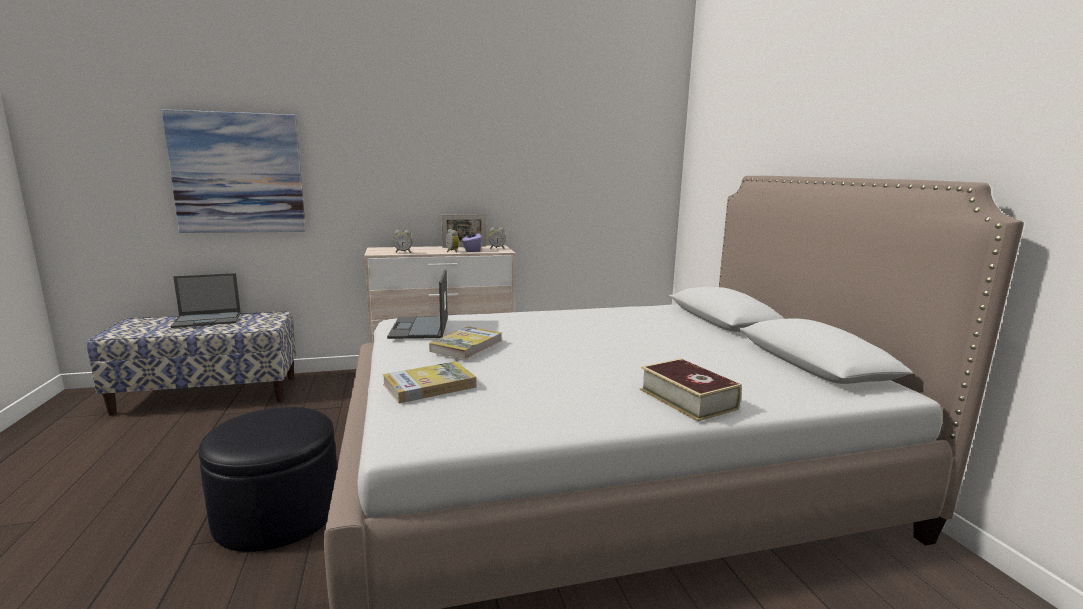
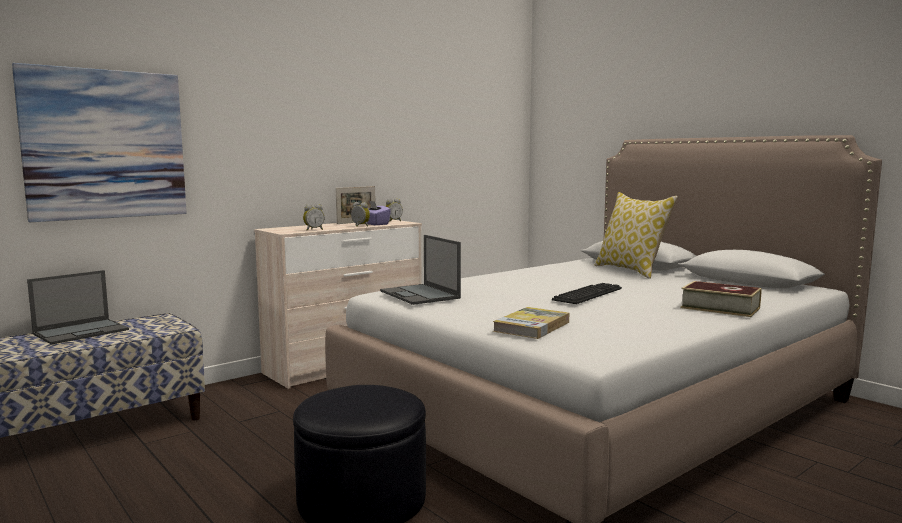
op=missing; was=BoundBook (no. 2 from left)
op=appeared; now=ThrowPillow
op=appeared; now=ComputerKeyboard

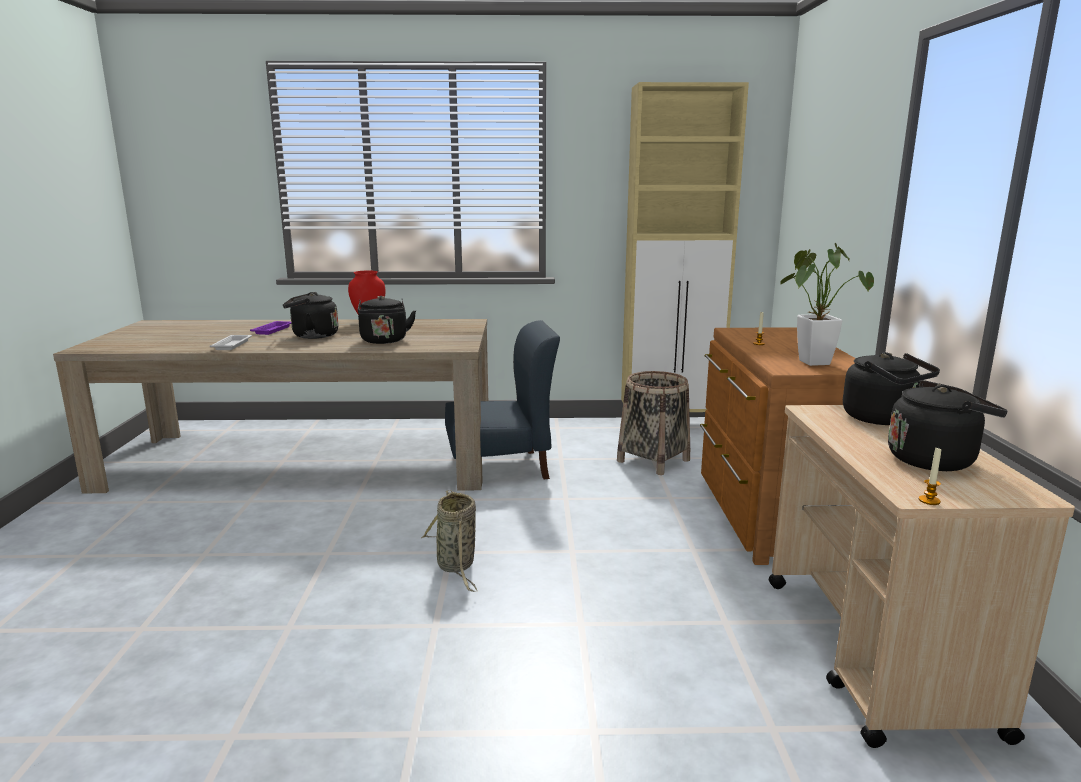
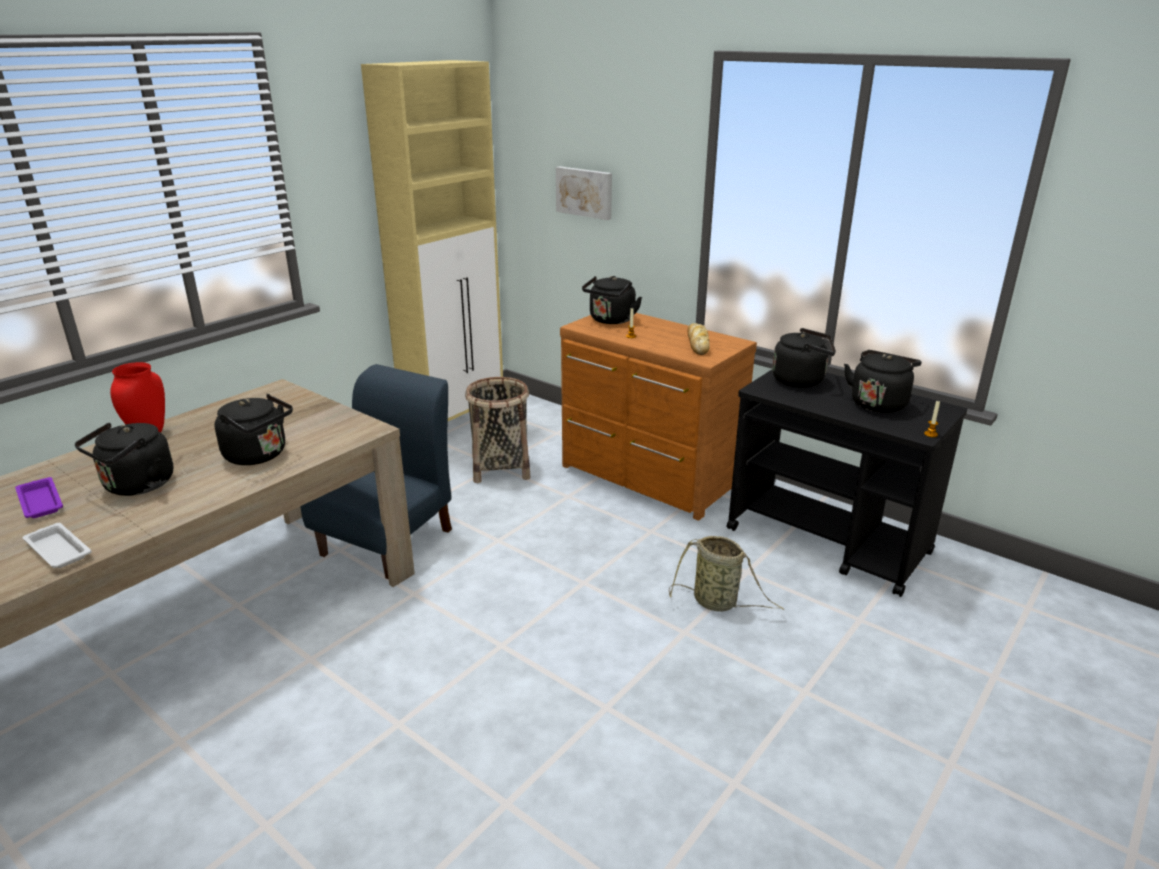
op=exchanged; was=Houseplant; now=BakedBread
op=colour; was=BeigeWheeledCart; now=BlackWheeledCart
op=relocated; was=StorageBasket (no. 1 from left in the first image); now=StorageBasket (no. 2 from left)
op=appeared; now=WallArt
op=appeared; now=BlackWaterKettle (no. 3 from left)

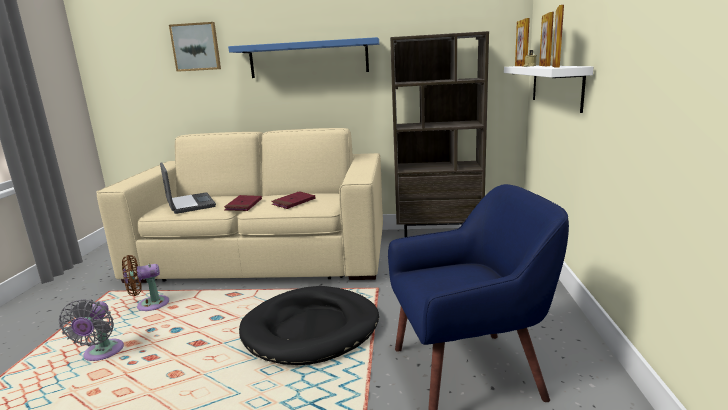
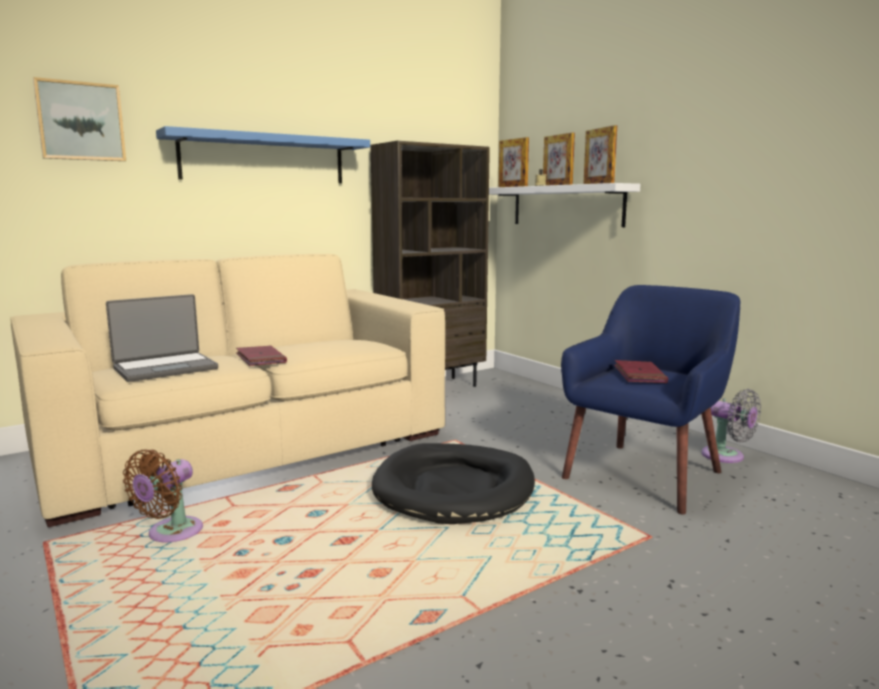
op=spun; was=NotebookComputer; clockwise=120
op=relocated; was=RedColouredBoundBook (no. 2 from left)
op=relocated; was=GreyElectricFan

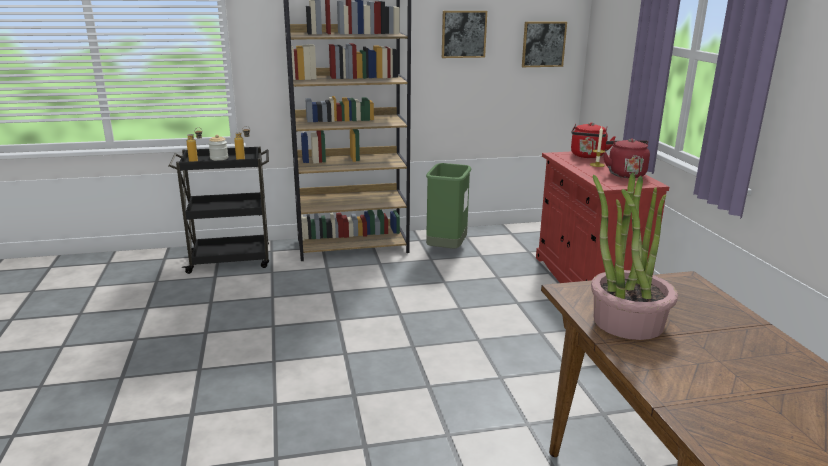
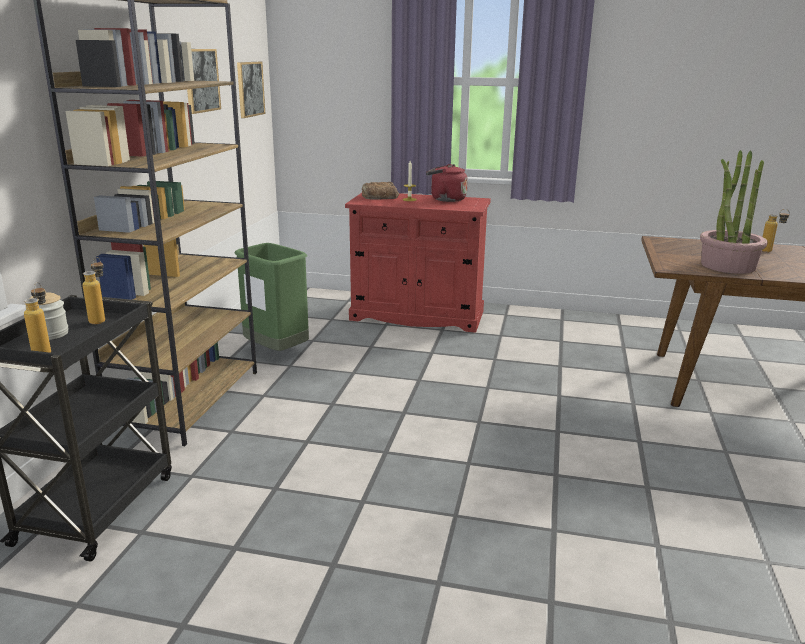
op=exchanged; was=RedColouredWaterKettle (no. 1 from left); now=BakedBread
op=appeared; now=BeverageBottle (no. 3 from left)

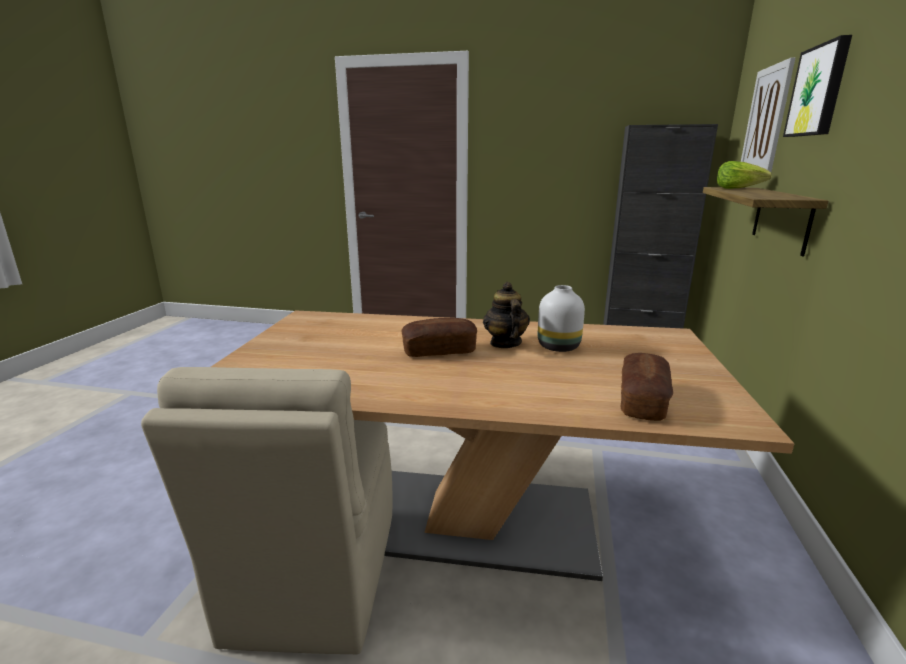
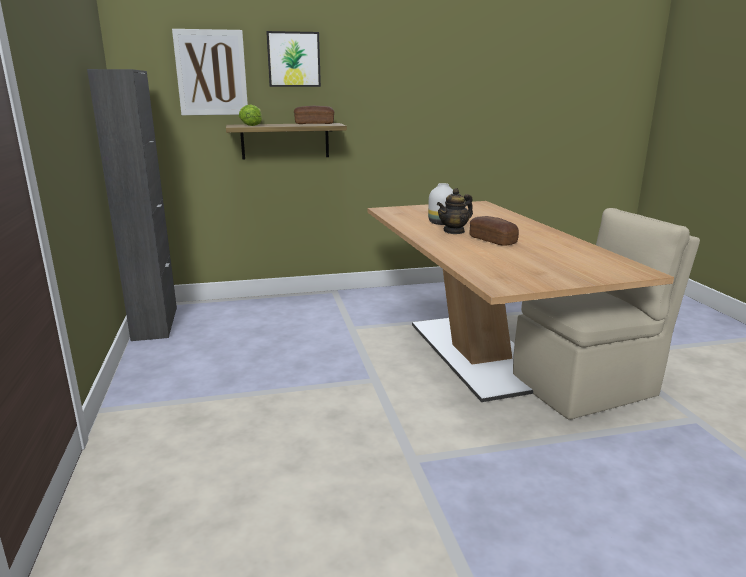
op=relocated; was=BakedBread (no. 2 from left in the first image); now=BakedBread (no. 1 from left)

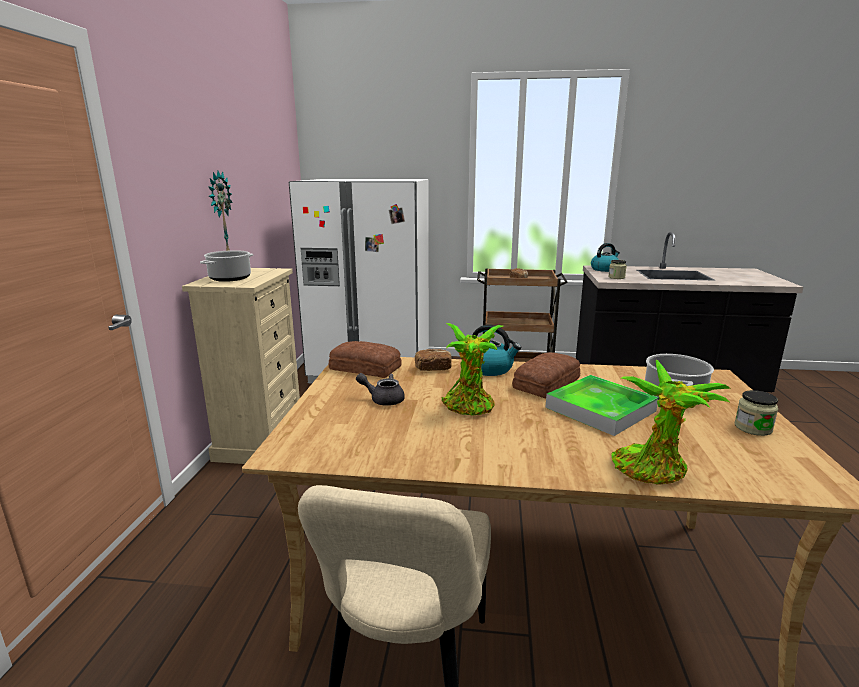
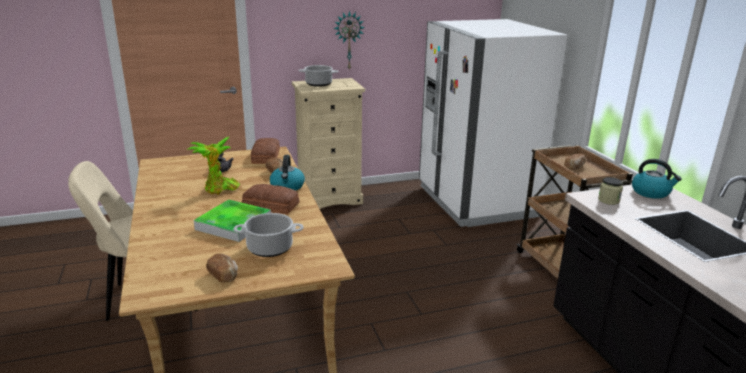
op=missing; was=Houseplant (no. 2 from left)
op=exchanged; was=PreserveJar (no. 2 from left); now=BakedBread (no. 1 from left)

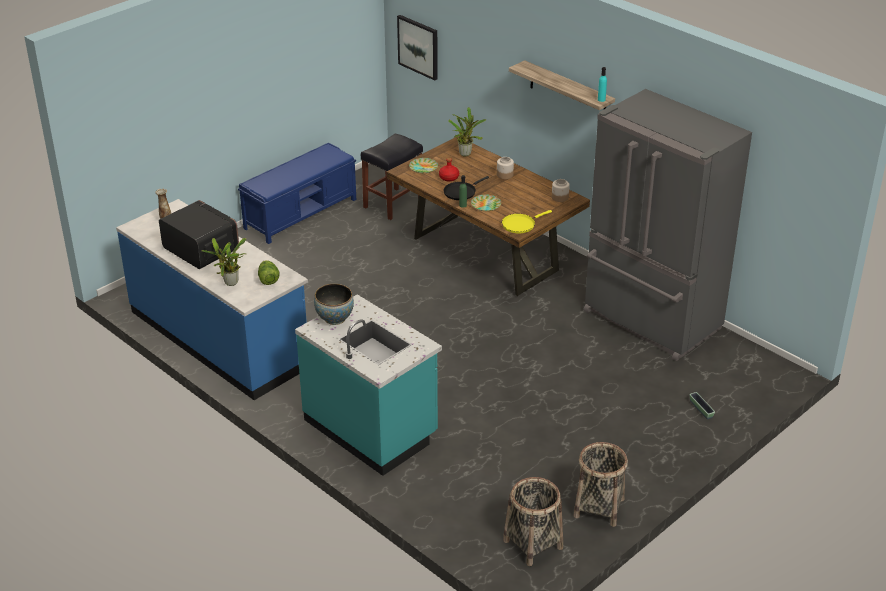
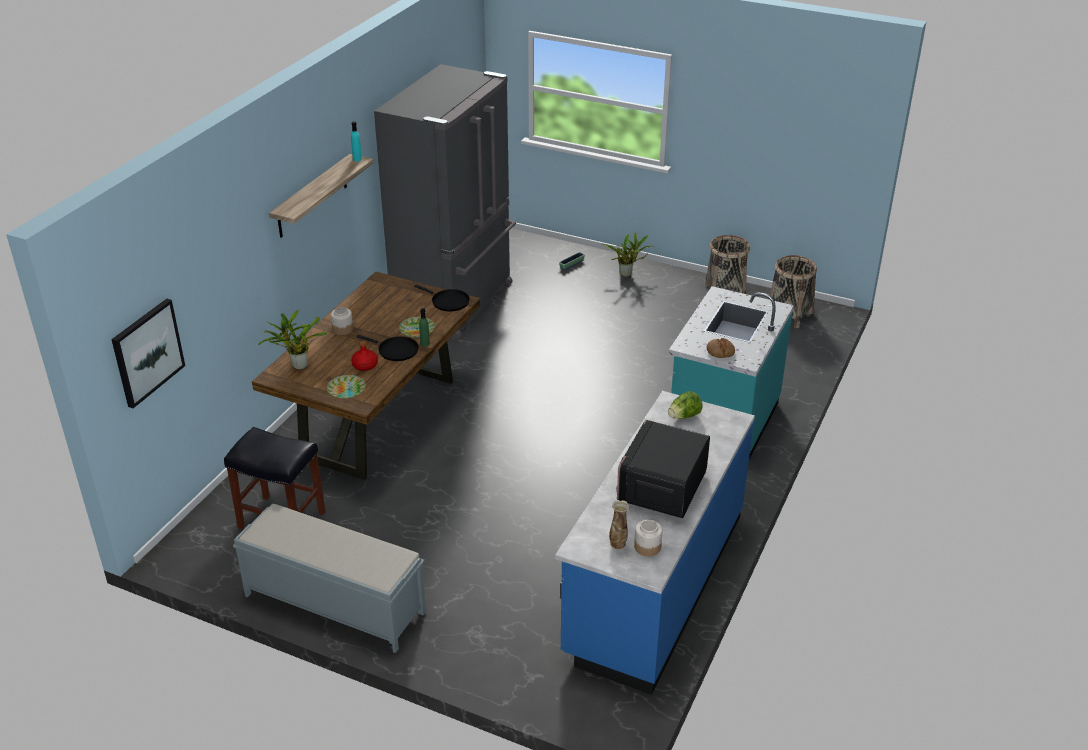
op=colour; was=BlueColouredLongSeat; now=GreyLongSeat
op=relocated; was=PreserveJar (no. 2 from left)
op=colour; was=YellowishFryingPan; now=BlackFryingPan (no. 2 from left)
op=relocated; was=Houseplant (no. 1 from left in the first image); now=Houseplant (no. 2 from left)
op=exchanged; was=DeepDish; now=BakedBread

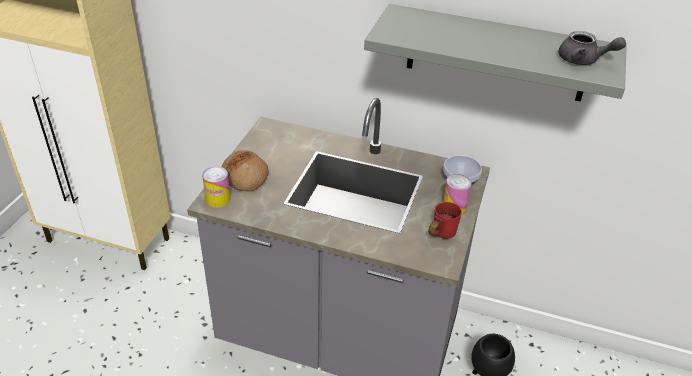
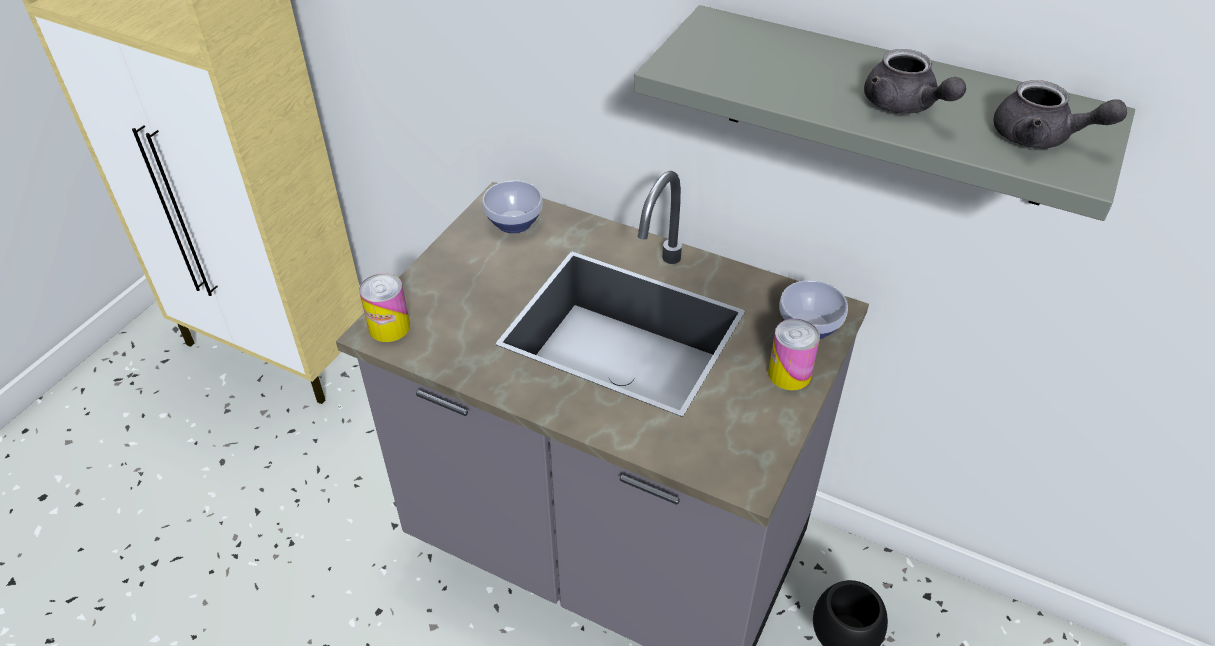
op=missing; was=BakedBread
op=missing; was=RedColouredMug
op=appeared; now=GreyTeapot (no. 1 from left)
op=appeared; now=DeepDish (no. 1 from left)

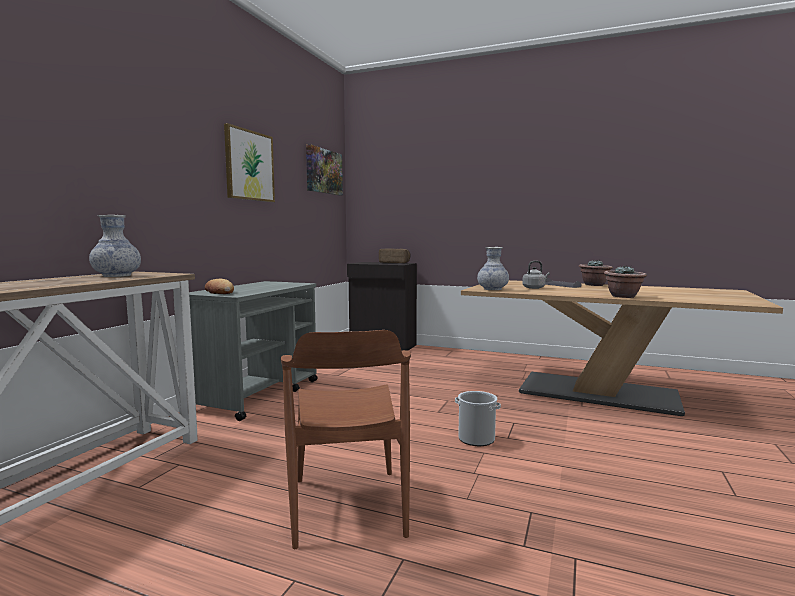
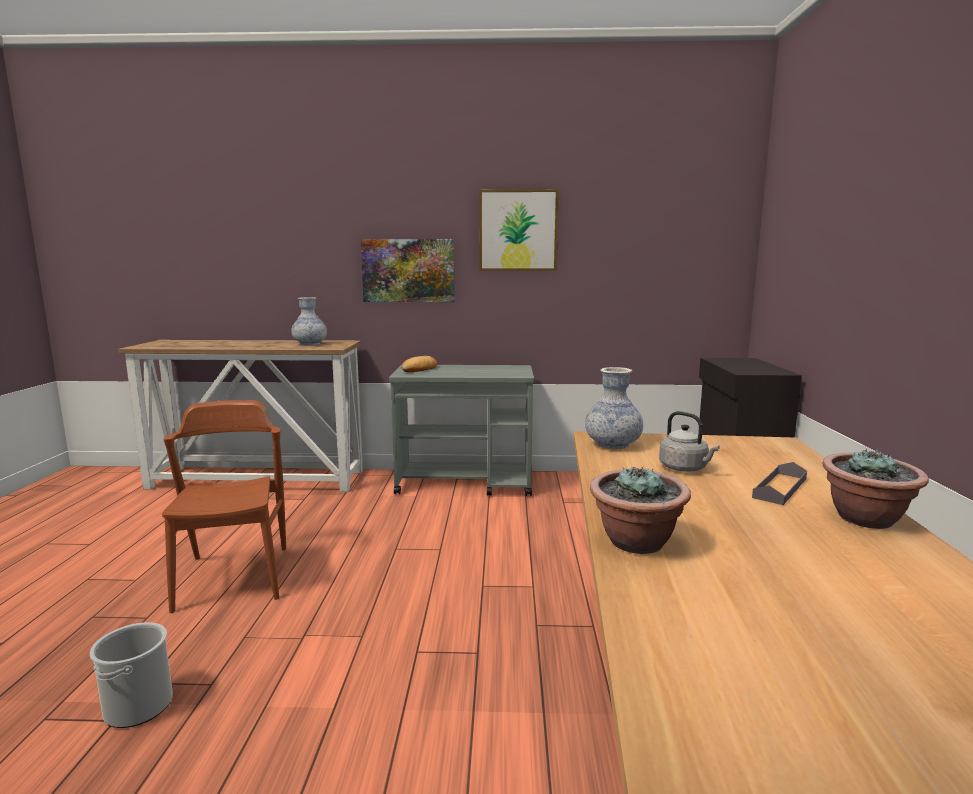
op=relocated; was=WallArt (no. 2 from left in the first image); now=WallArt (no. 1 from left)
op=missing; was=BakedBread (no. 2 from left)
op=spun; was=BrownishPlainChair; clockwise=105
op=relocated; was=WaterBucket

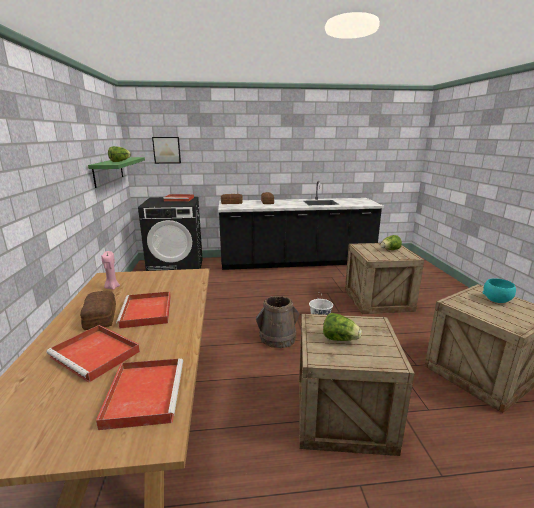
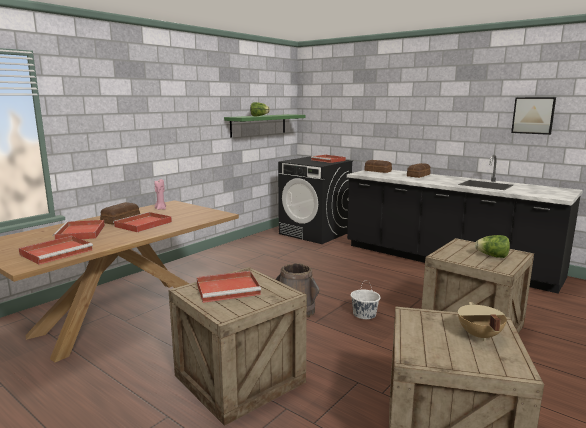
op=relocated; was=WallArt
op=exchanged; was=TurquoiseColouredDeepDish; now=BeigeSaucepot
op=exchanged; was=LettuceHead (no. 2 from left); now=RedColouredCarryingTray (no. 4 from left)

